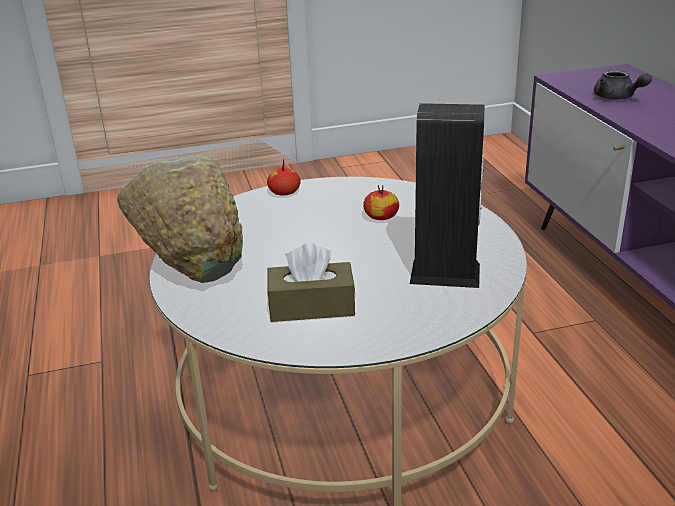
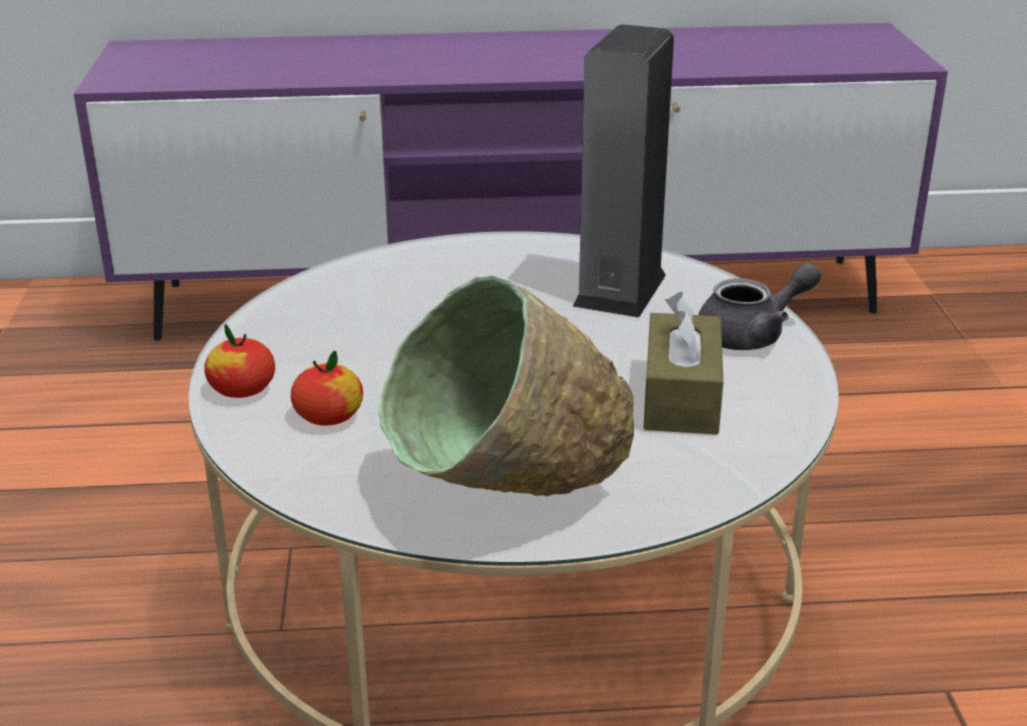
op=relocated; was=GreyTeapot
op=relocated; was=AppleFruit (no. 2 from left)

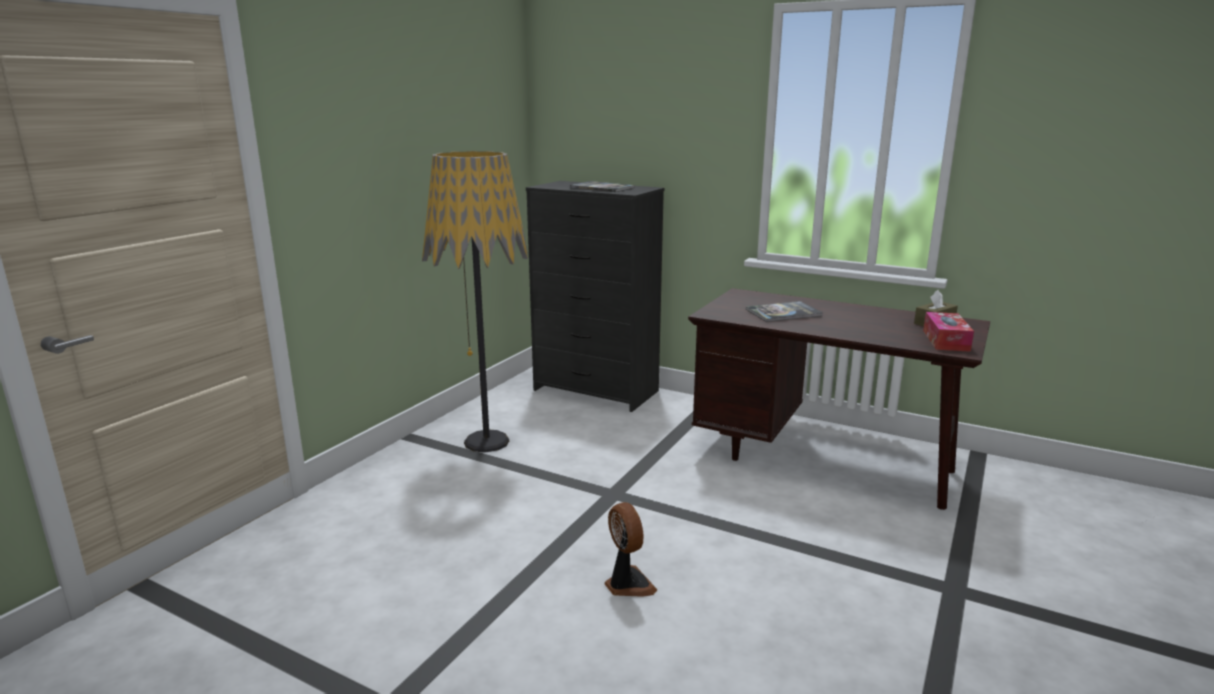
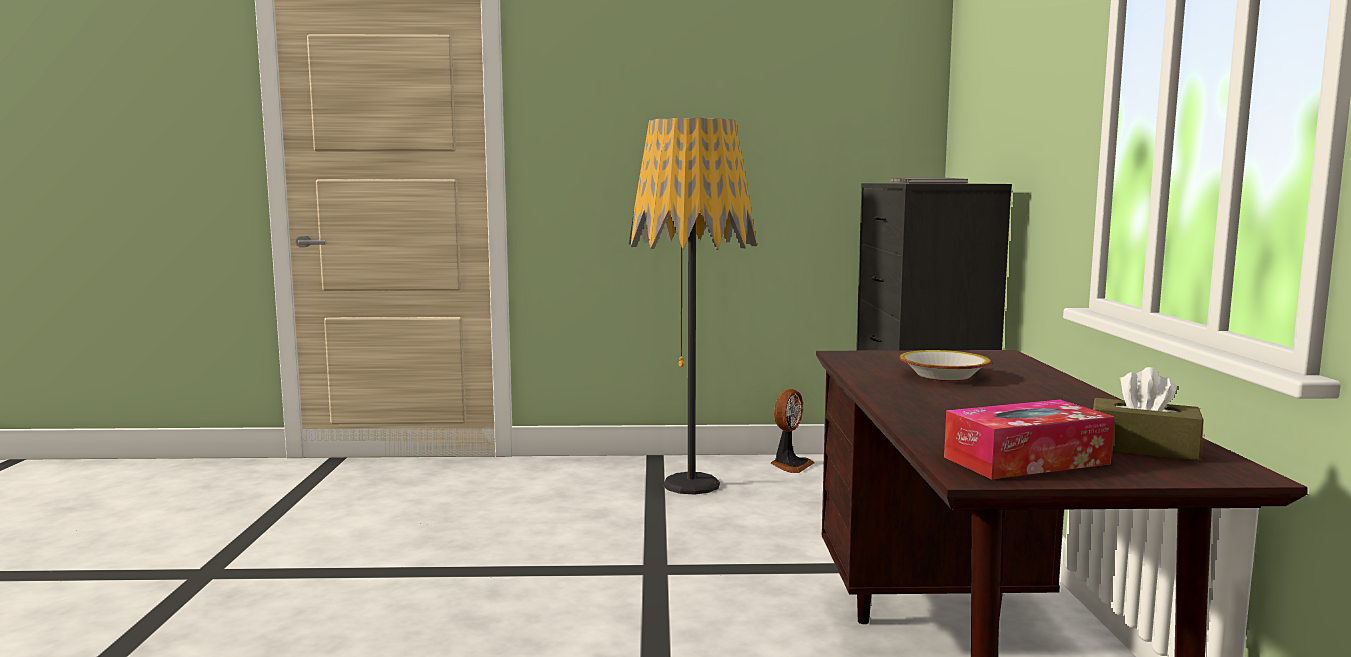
op=exchanged; was=BoundBook (no. 2 from left); now=DeepDish
op=relocated; was=ElectricFan

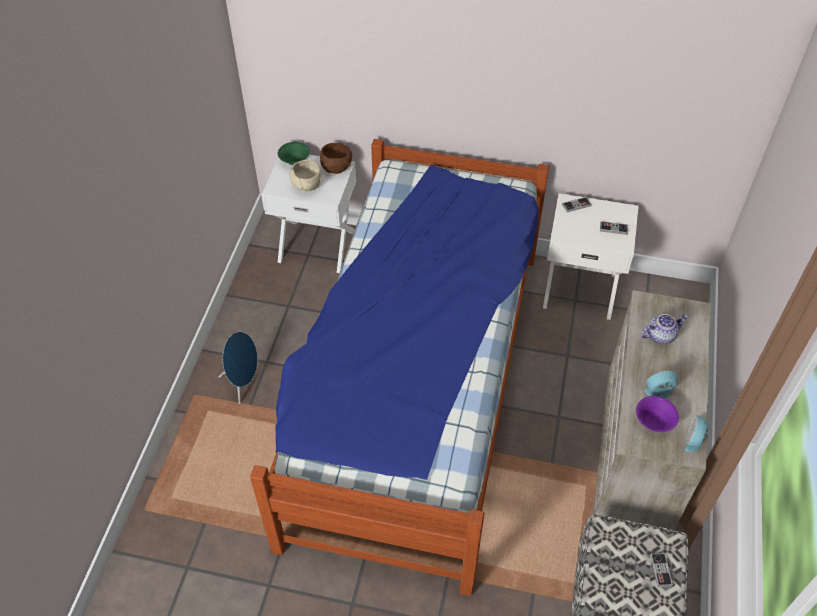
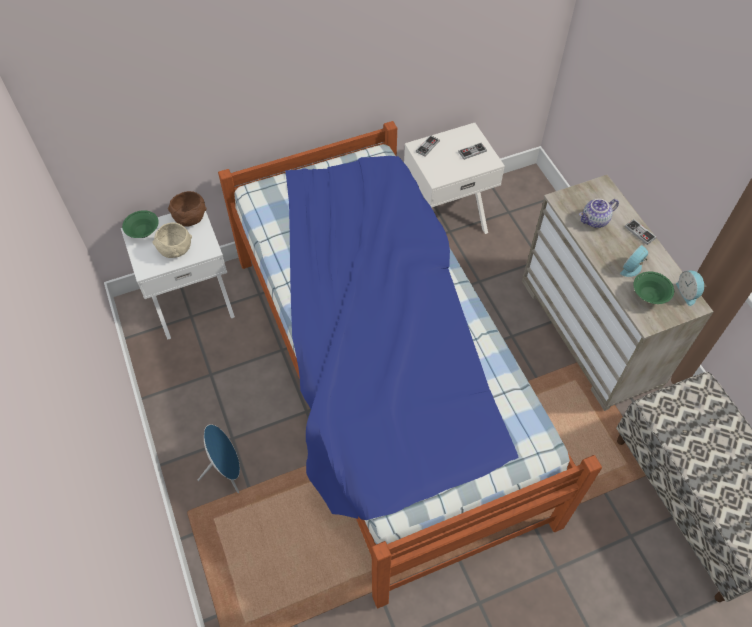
op=spun; was=Teapot; clockwise=-150
op=colour; was=PurpleColouredDeepDish; now=GreenDeepDish (no. 2 from left)
op=relocated; was=Gamepad (no. 3 from left)

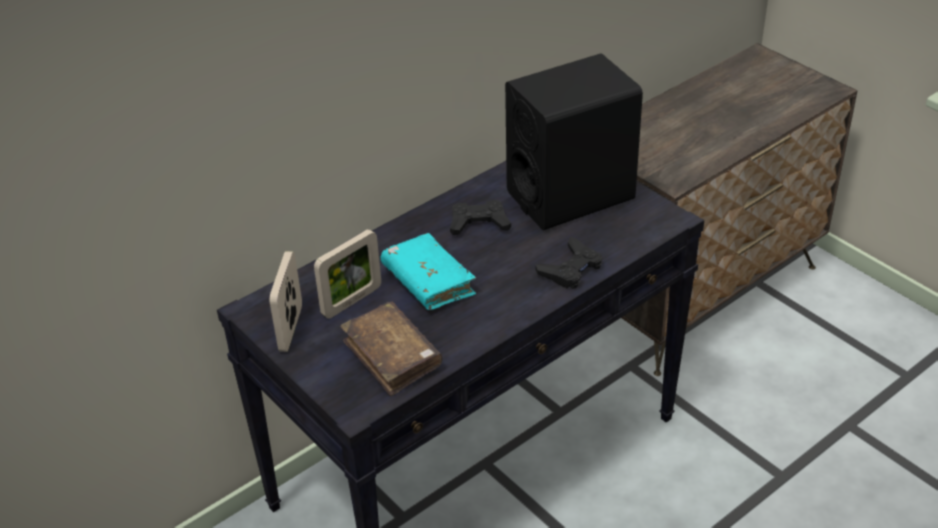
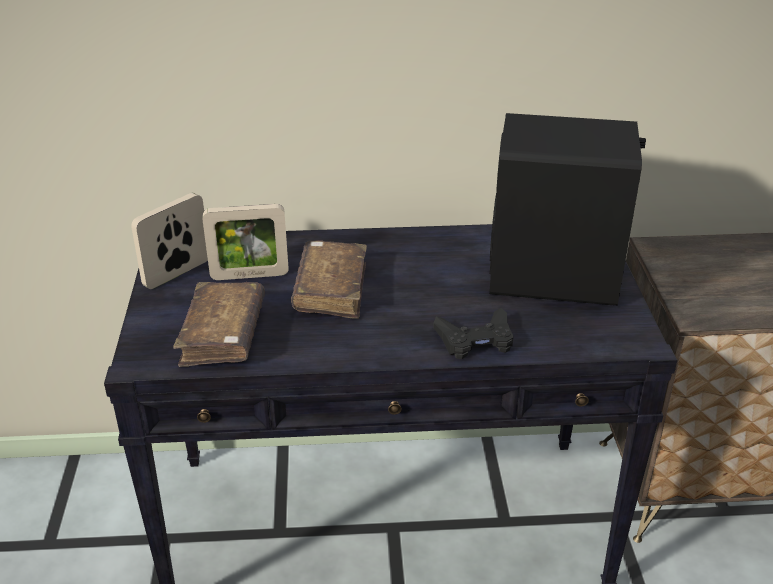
op=missing; was=BlackGamepad (no. 1 from left)
op=colour; was=TurquoiseColouredBoundBook; now=BrownishBoundBook (no. 2 from left)

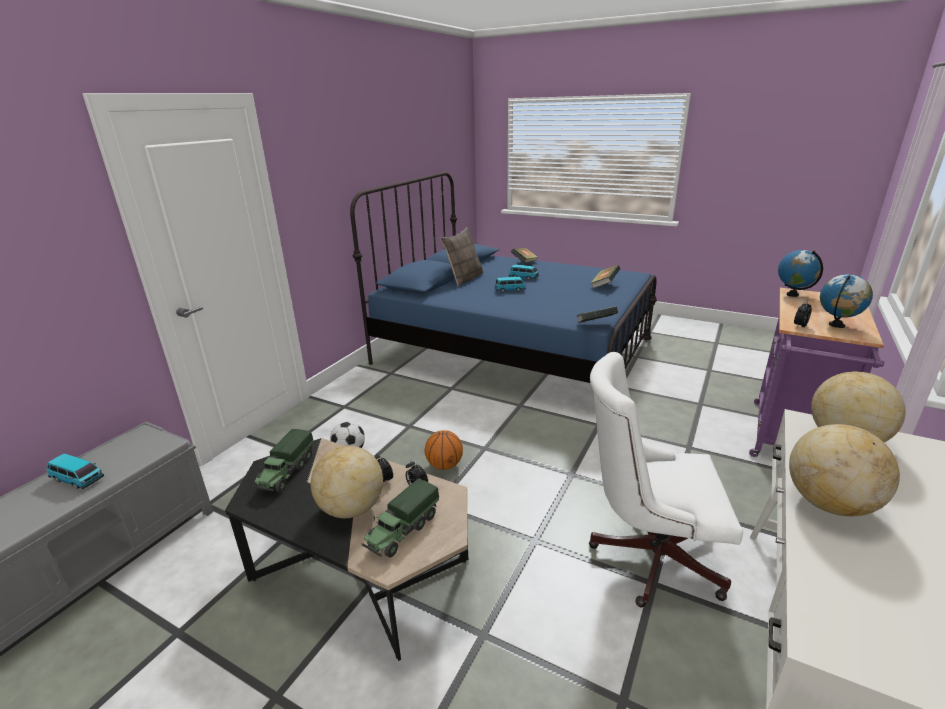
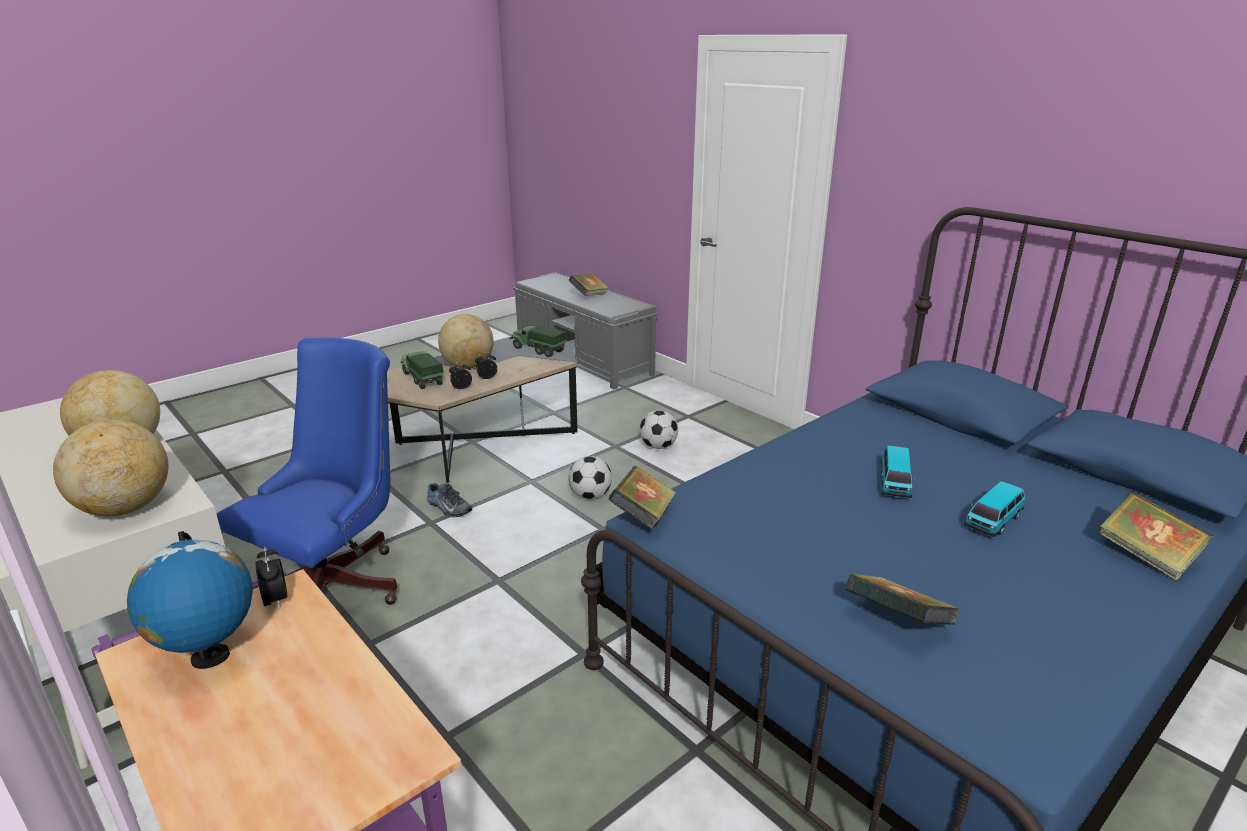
op=missing; was=ThrowPillow
op=missing; was=DeskGlobe (no. 2 from left)
op=colour; was=WhitishOfficeChair; now=BlueColouredOfficeChair
op=exchanged; was=Basketball; now=FootballBall (no. 1 from left)
op=exchanged; was=MiniatureCar (no. 1 from left); now=BoundBook (no. 1 from left)
op=appeared; now=Shoe

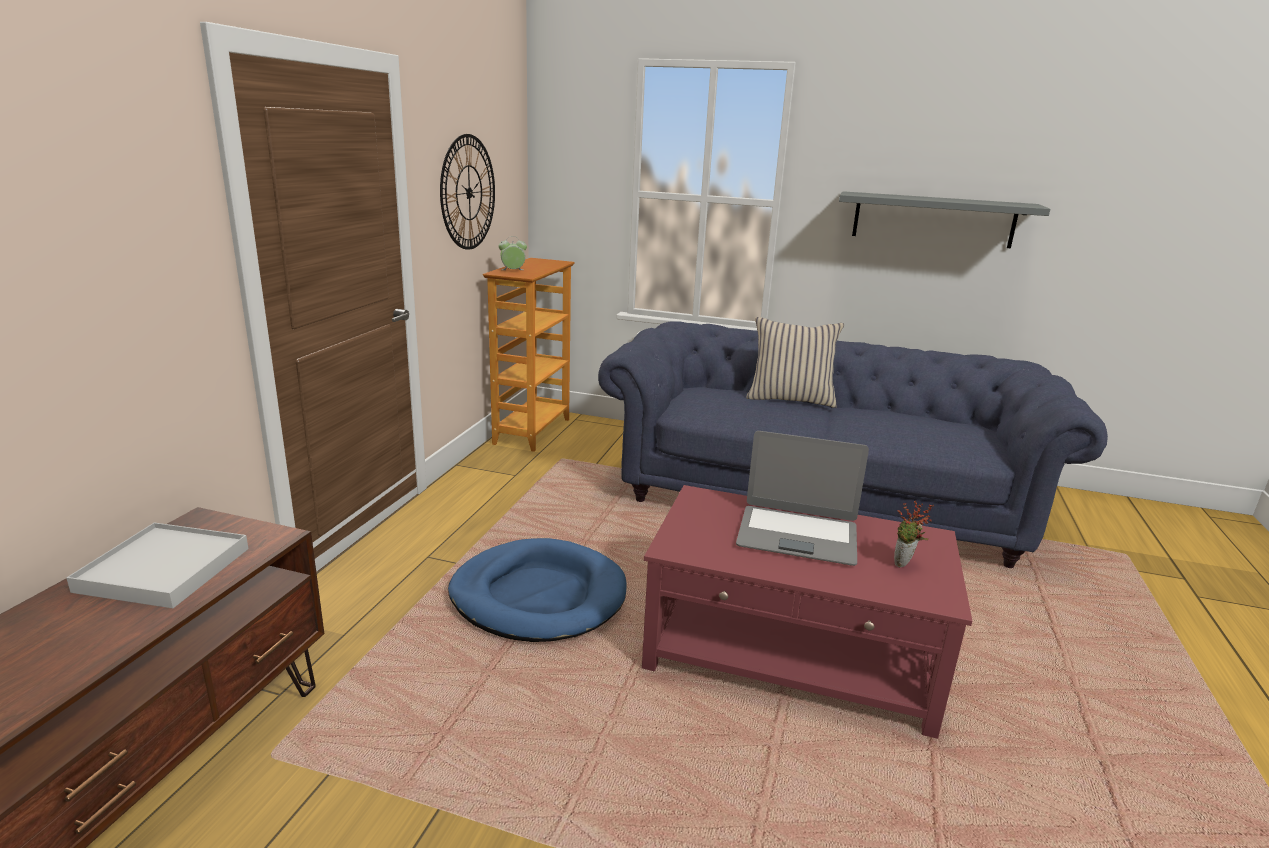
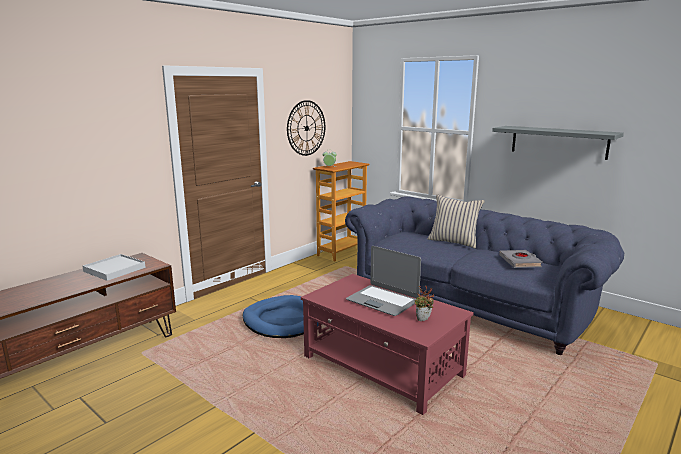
op=appeared; now=GreyBoundBook

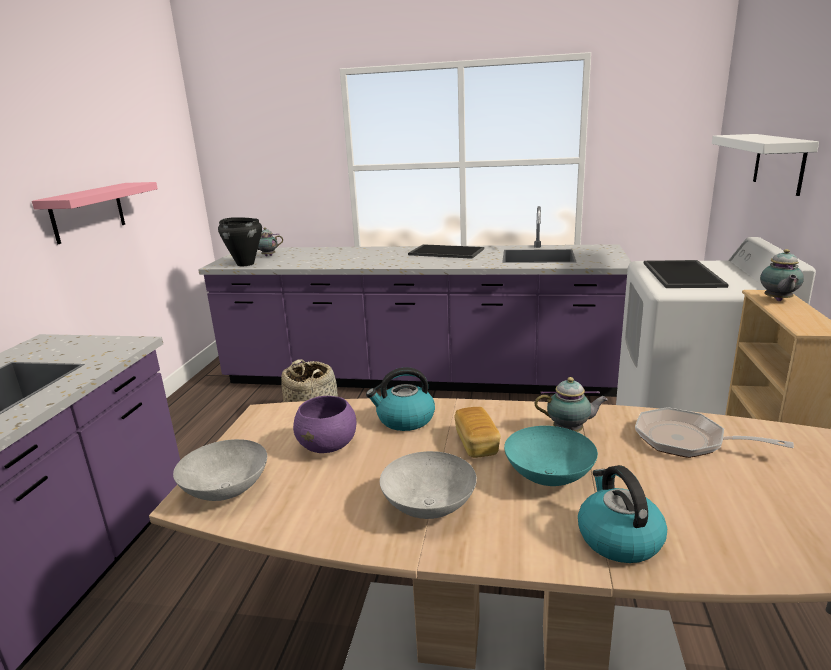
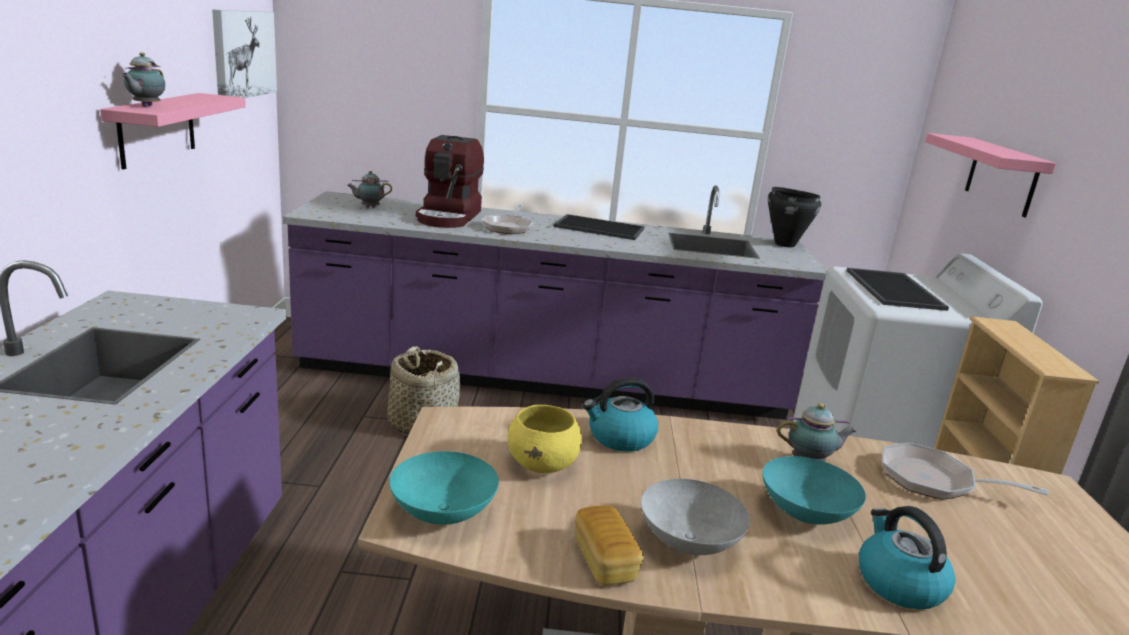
op=colour; was=WhitishBracketShelf; now=PinkishBracketShelf (no. 2 from left)
op=relocated; was=BlackSaucepot
op=relocated; was=Teapot (no. 3 from left in the first image); now=Teapot (no. 1 from left)
op=colour; was=PurpleColouredDeepDish; now=YellowishDeepDish
op=relocated; was=BakedBread
op=colour; was=GreyDeepDish (no. 1 from left); now=TurquoiseColouredDeepDish (no. 1 from left)
op=appeared; now=WallArt
op=appeared; now=CoffeeMachine
op=appeared; now=FryingPan (no. 1 from left)

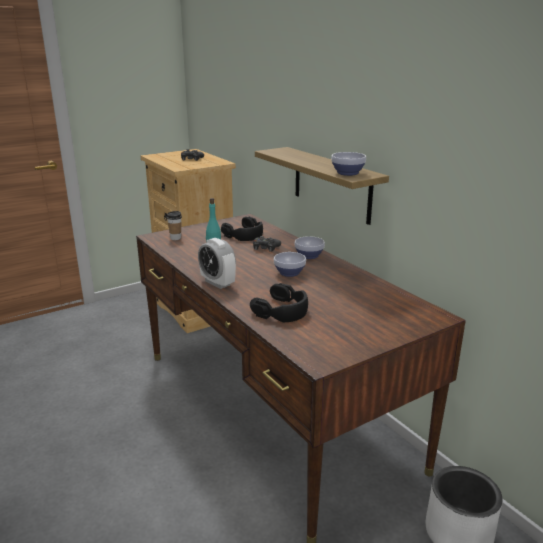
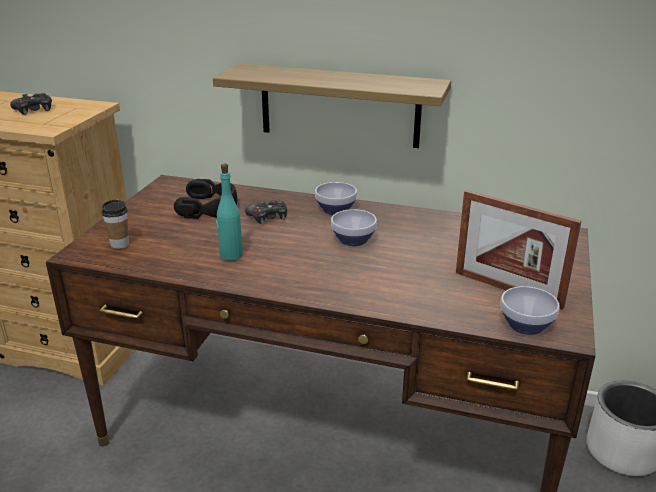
op=relocated; was=DeepDish (no. 3 from left)
op=missing; was=BedsideClock
op=missing; was=BlackHeadphones (no. 2 from left)
op=appeared; now=PhotoFrame

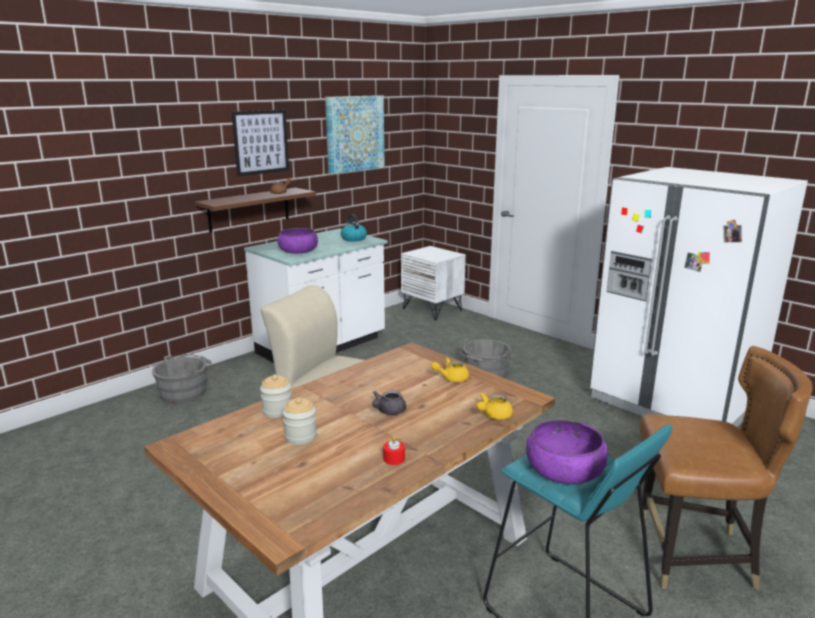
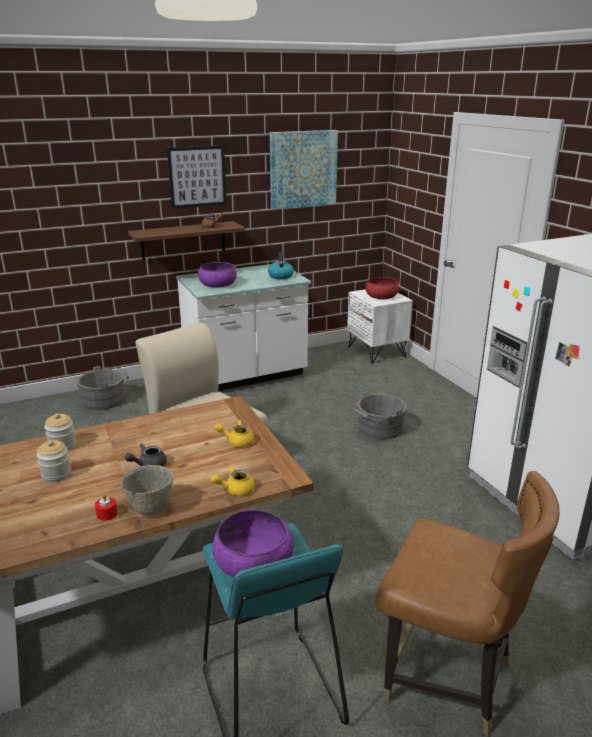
op=appeared; now=RedColouredDeepDish
op=appeared; now=GreyDeepDish

